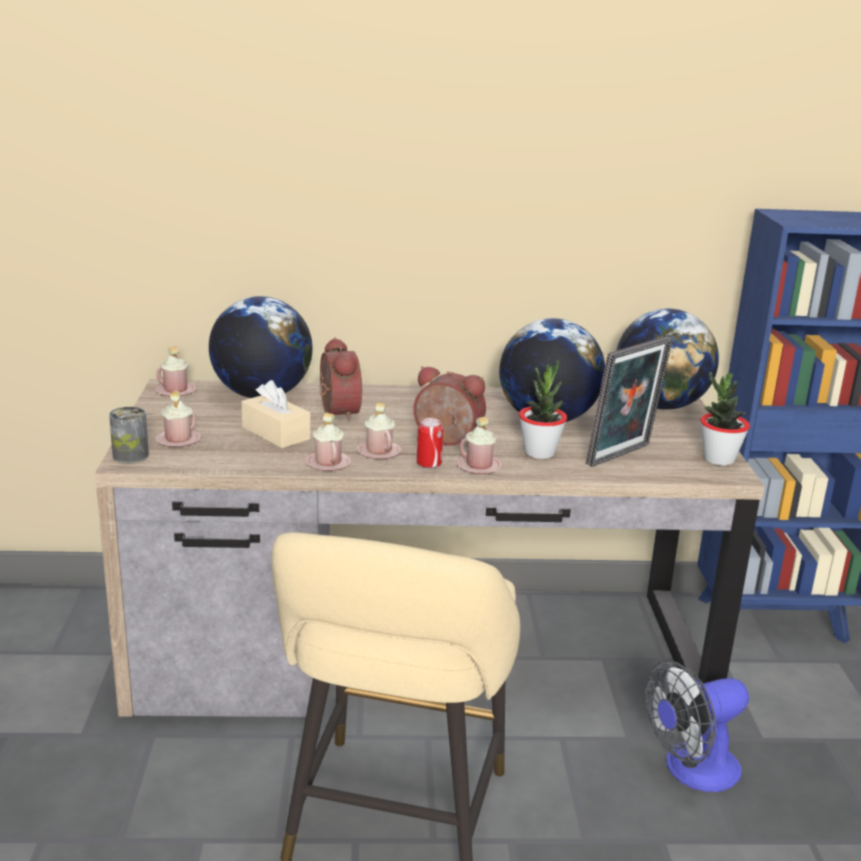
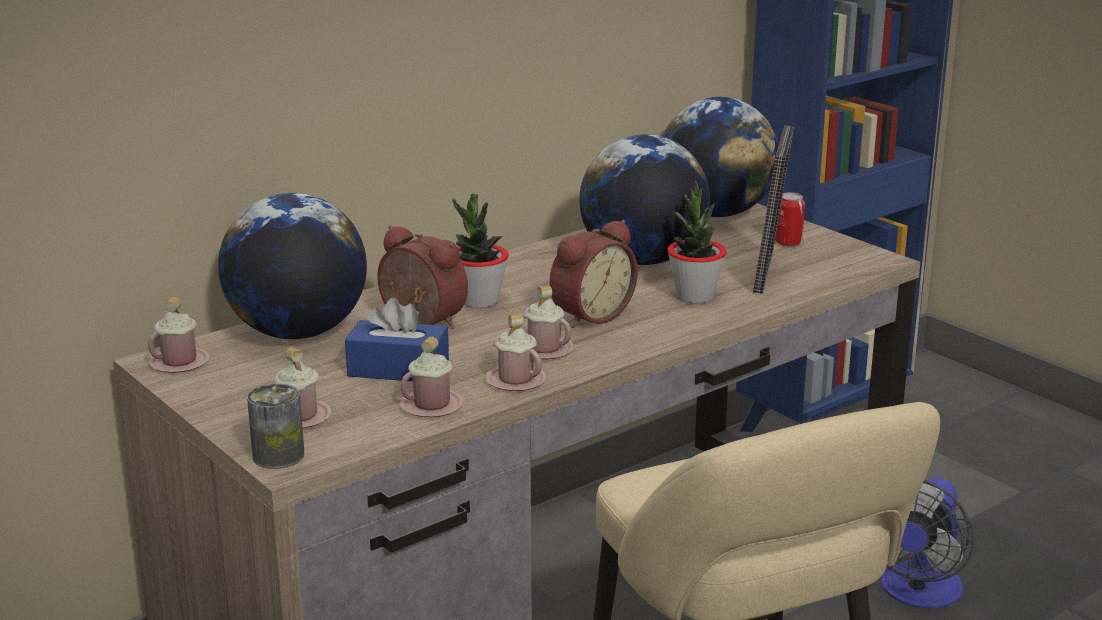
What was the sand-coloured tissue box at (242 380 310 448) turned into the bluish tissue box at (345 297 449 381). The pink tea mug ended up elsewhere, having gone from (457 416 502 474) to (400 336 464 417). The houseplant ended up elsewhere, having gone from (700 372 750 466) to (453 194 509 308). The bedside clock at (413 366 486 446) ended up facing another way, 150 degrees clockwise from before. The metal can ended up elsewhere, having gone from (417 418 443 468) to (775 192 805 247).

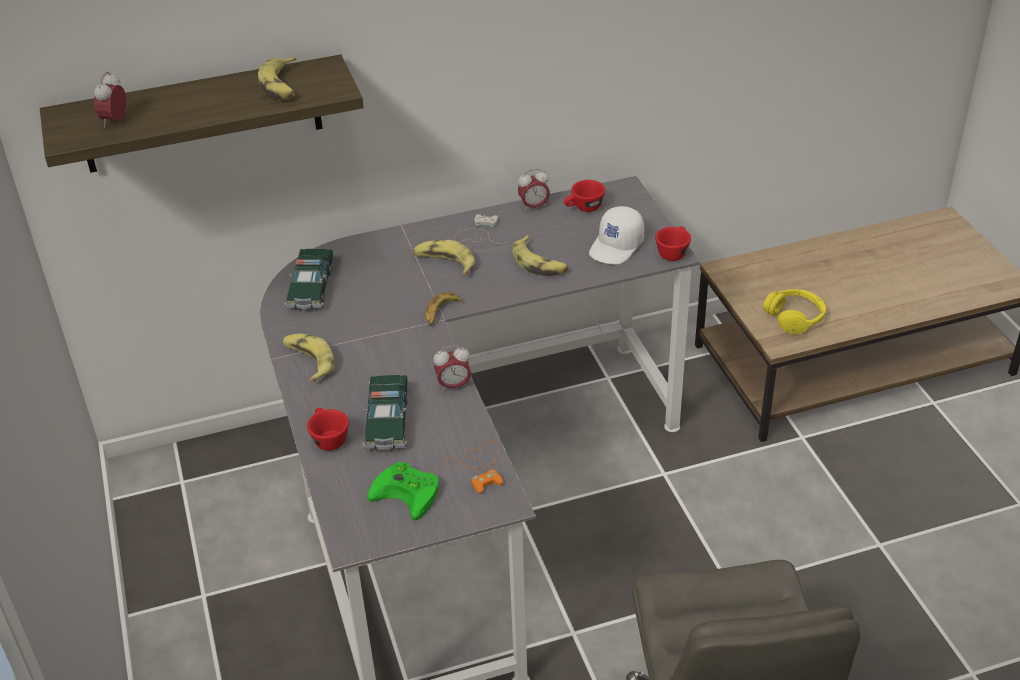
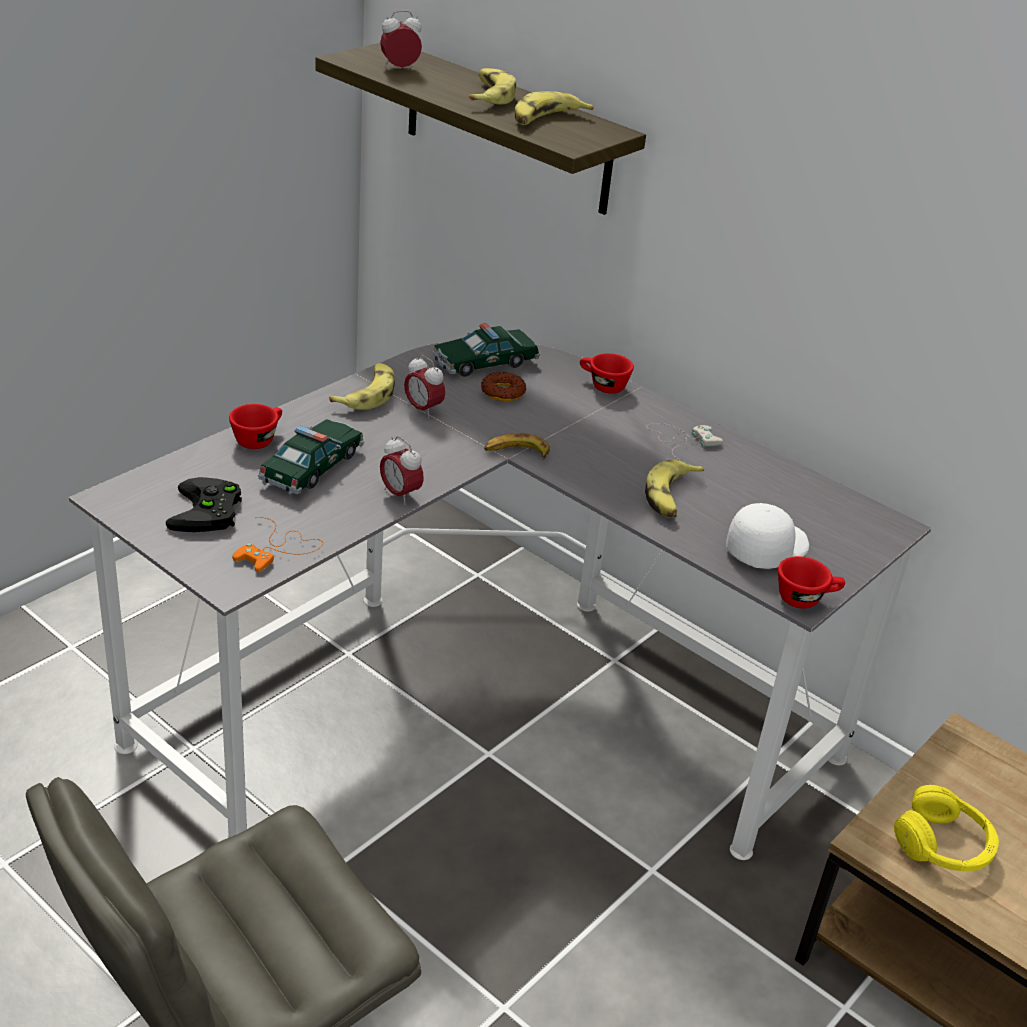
What was the green-coloured gamepad at (367 462 439 520) turned into the black-coloured gamepad at (166 477 242 532). The toy car at (363 375 410 450) ended up facing another way, 150 degrees clockwise from before. The bedside clock ended up elsewhere, having gone from (518 169 550 212) to (404 355 445 418). The whole banana ended up elsewhere, having gone from (413 240 475 275) to (468 68 516 104). The second view gained the ring doughnut at (481 372 526 401). The red drinking cup ended up elsewhere, having gone from (564 180 605 212) to (580 353 634 394). The whitish cap at (589 206 644 264) ended up facing another way, 135 degrees clockwise from before.

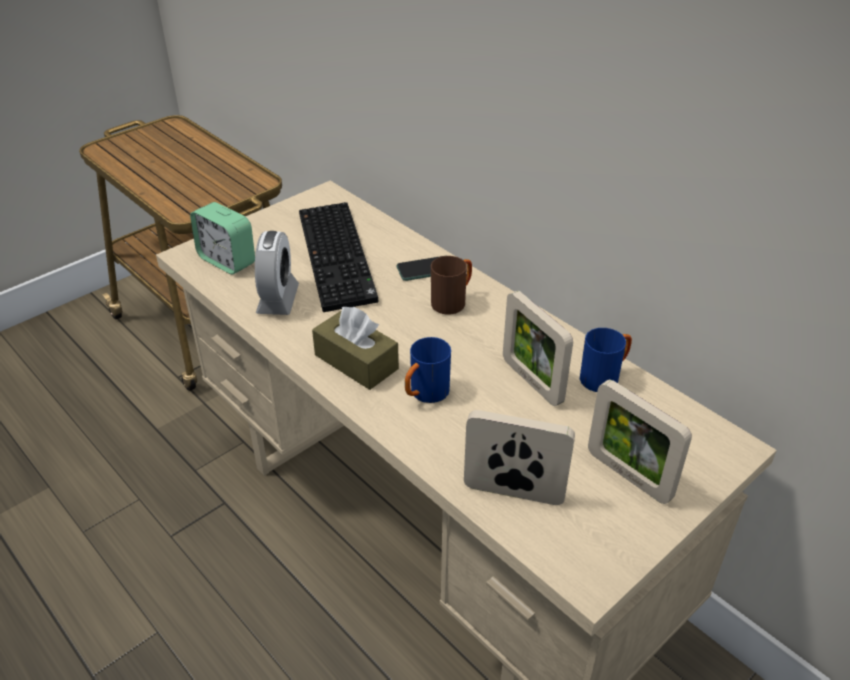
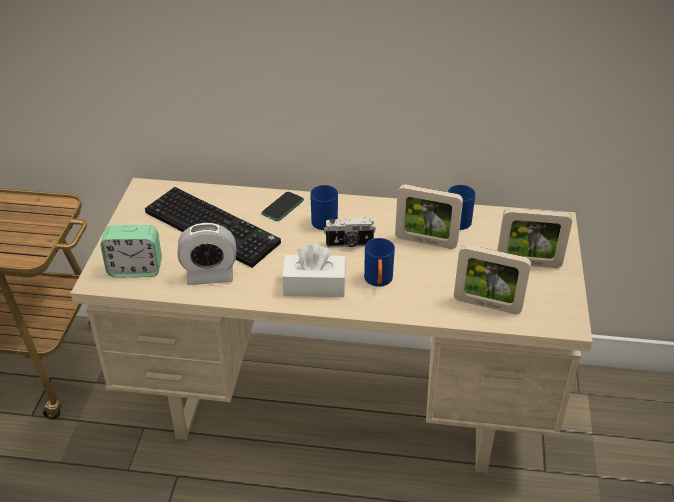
The bedside clock at (255 231 299 315) ended up facing another way, 120 degrees clockwise from before. What was the brown-coloured tissue box at (312 307 399 390) turned into the whitish tissue box at (282 244 346 297). What was the brown-coloured tea mug at (431 256 472 315) turned into the bluish tea mug at (310 184 338 230). The second view gained the photo camera at (324 217 376 247). The standing frame at (464 410 575 505) ended up facing another way, 135 degrees counterclockwise from before.

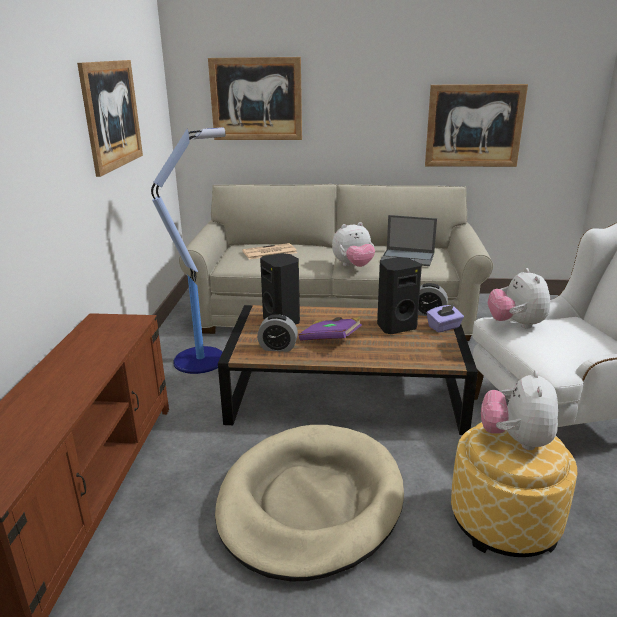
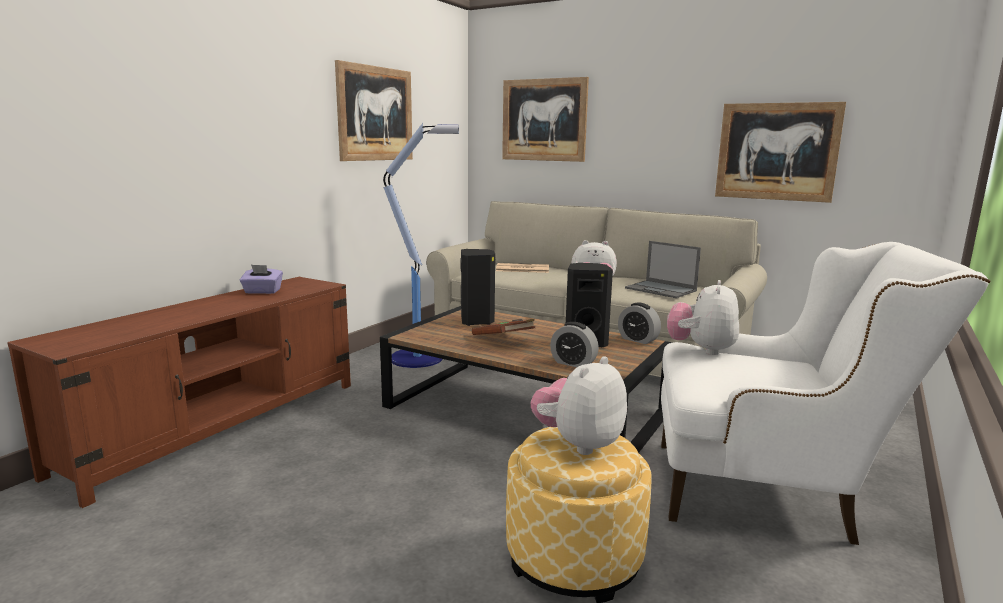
The purple-coloured tissue box ended up elsewhere, having gone from (427 305 464 333) to (240 265 283 294). What was the purple-coloured volume at (298 317 362 341) turned into the brown-coloured volume at (472 319 535 335). The bedside clock ended up elsewhere, having gone from (257 314 298 352) to (550 322 599 367). The second view lost the sand-coloured dog cushion at (215 425 404 582).

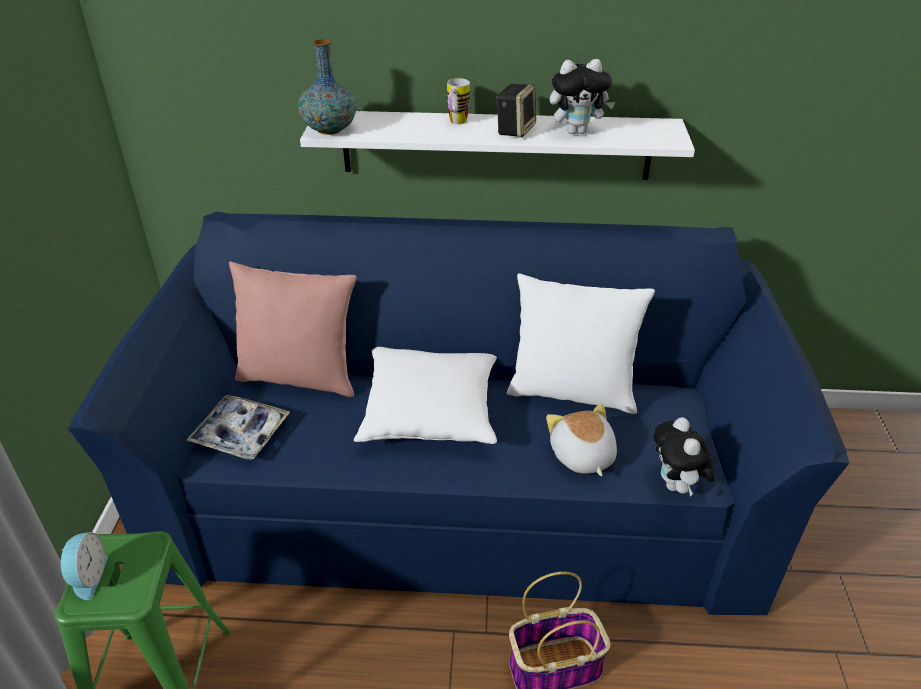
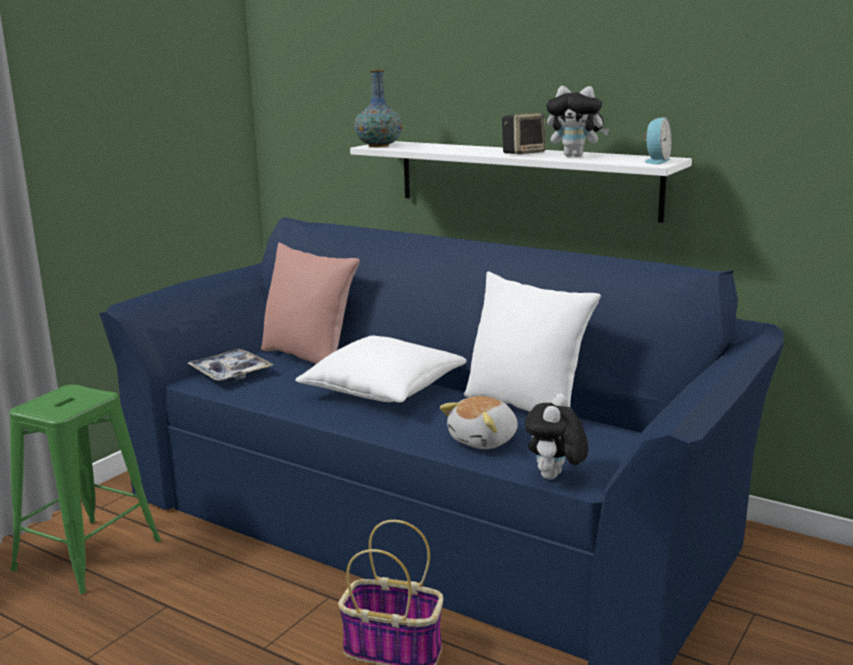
The cuddly toy at (546 404 617 476) ended up facing another way, 150 degrees counterclockwise from before. The bedside clock ended up elsewhere, having gone from (60 532 108 600) to (644 117 672 164). The second view lost the tea mug at (447 78 470 124).

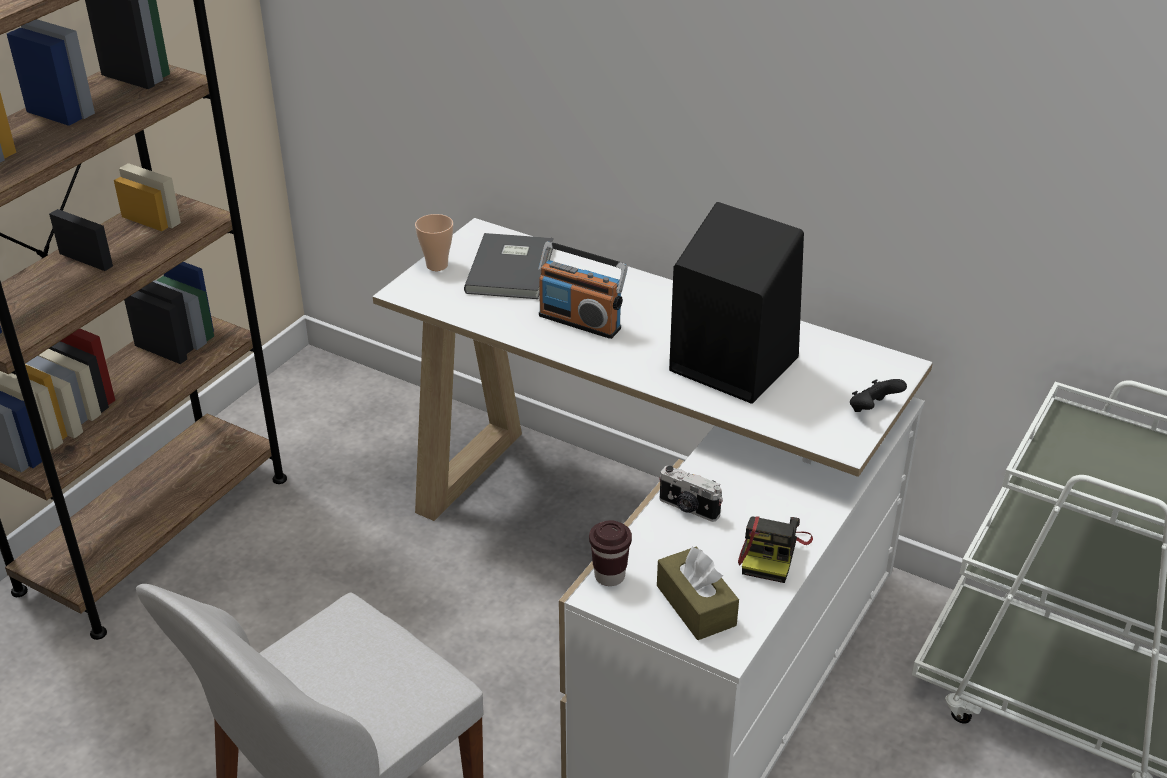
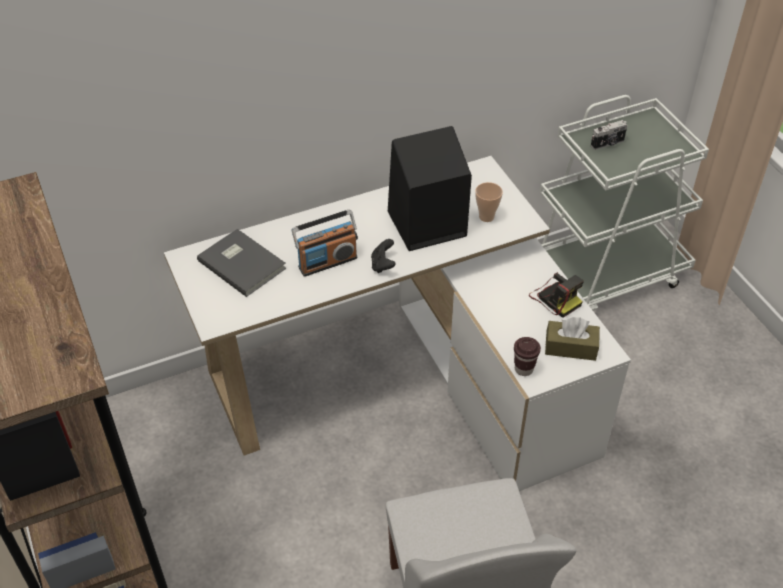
The black-coloured gamepad ended up elsewhere, having gone from (850 379 907 412) to (371 239 396 273). The drinking cup ended up elsewhere, having gone from (415 214 453 271) to (475 182 503 222). The photo camera ended up elsewhere, having gone from (659 466 723 522) to (591 120 627 150).

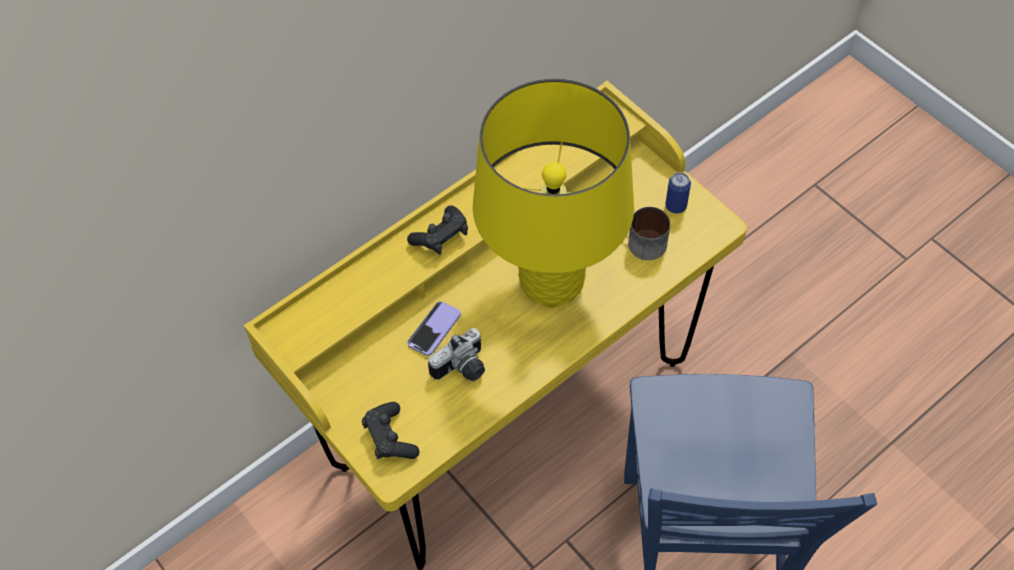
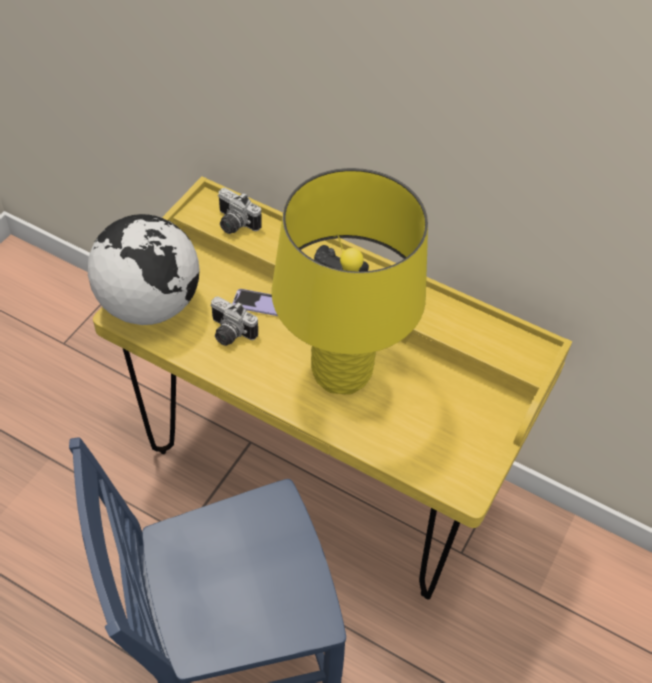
Where the black-coloured gamepad stood at (362 402 419 459), the world globe came to stand at (88 214 200 325). The second view gained the photo camera at (218 188 262 234). The second view lost the tea mug at (628 207 670 260). The second view lost the metal can at (665 172 691 214).

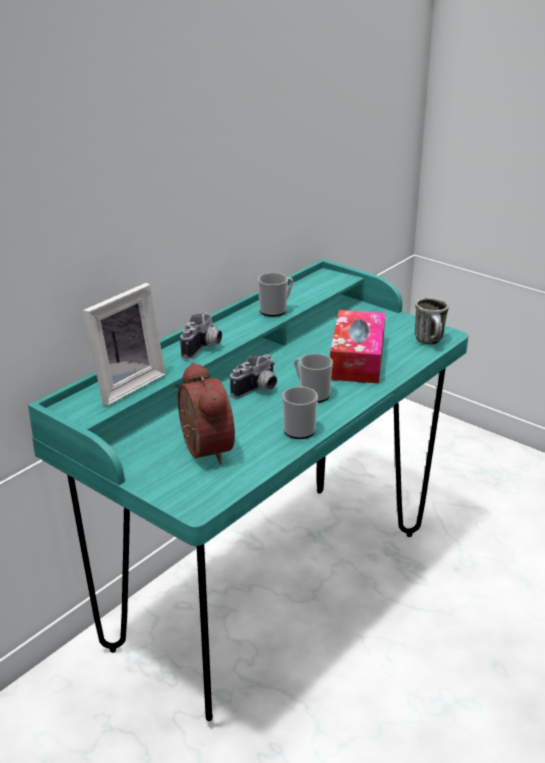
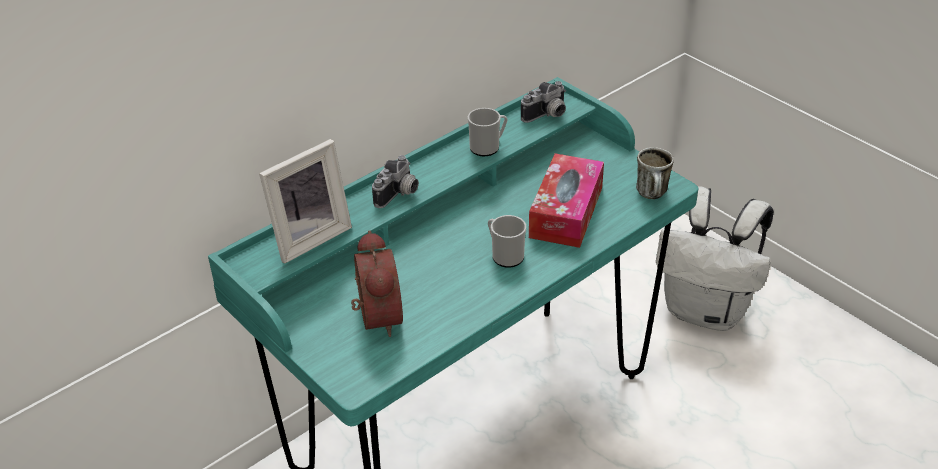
The photo camera ended up elsewhere, having gone from (230 354 277 398) to (521 81 566 123). The second view gained the whitish backpack at (656 186 774 331). The second view lost the tea mug at (282 386 318 439).

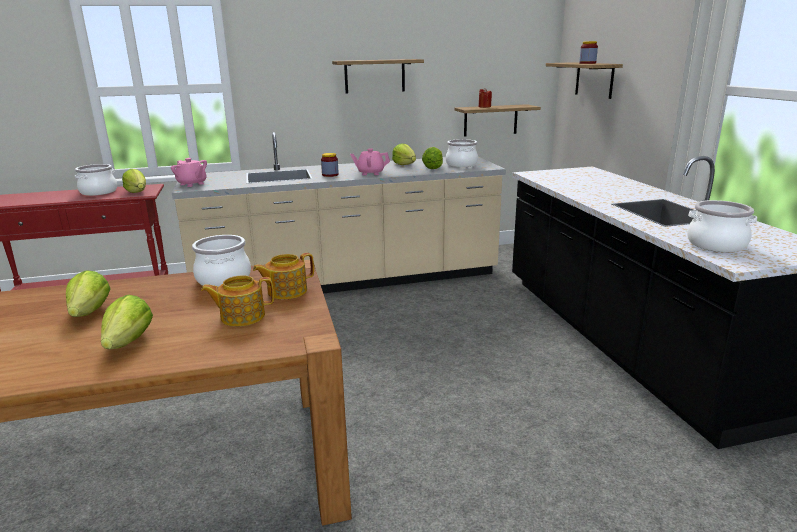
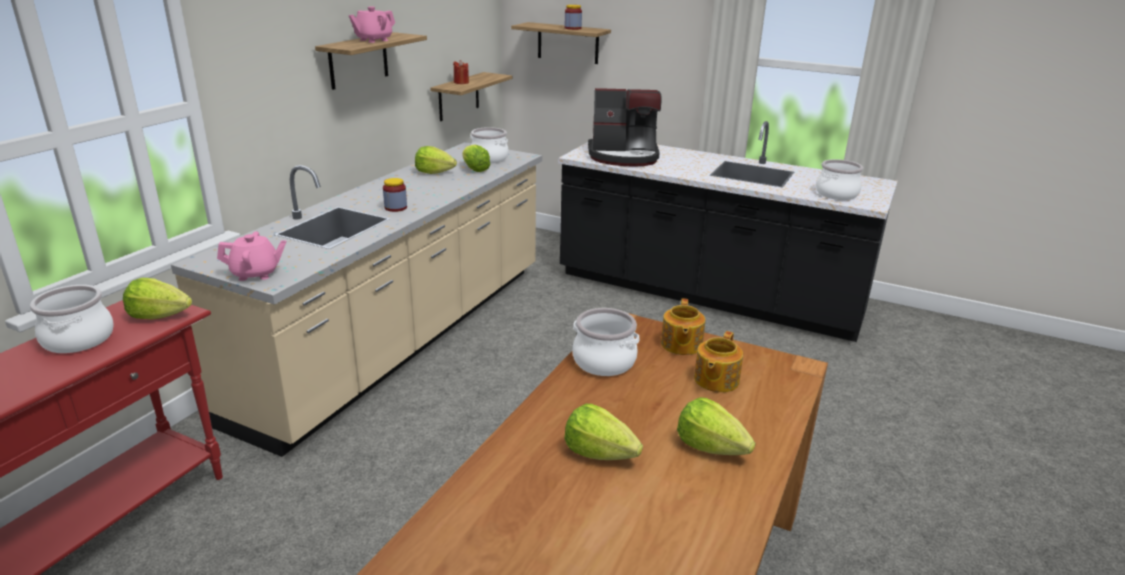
The pink tea pot ended up elsewhere, having gone from (350 148 390 175) to (349 6 395 43). The second view gained the coffee machine at (588 88 662 166).

